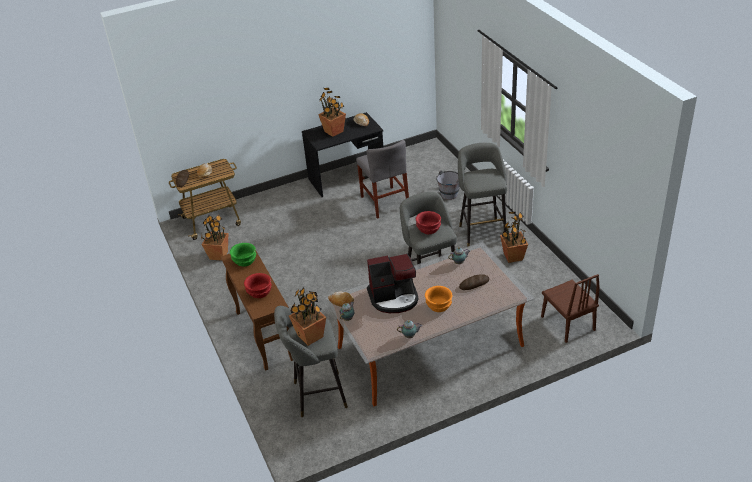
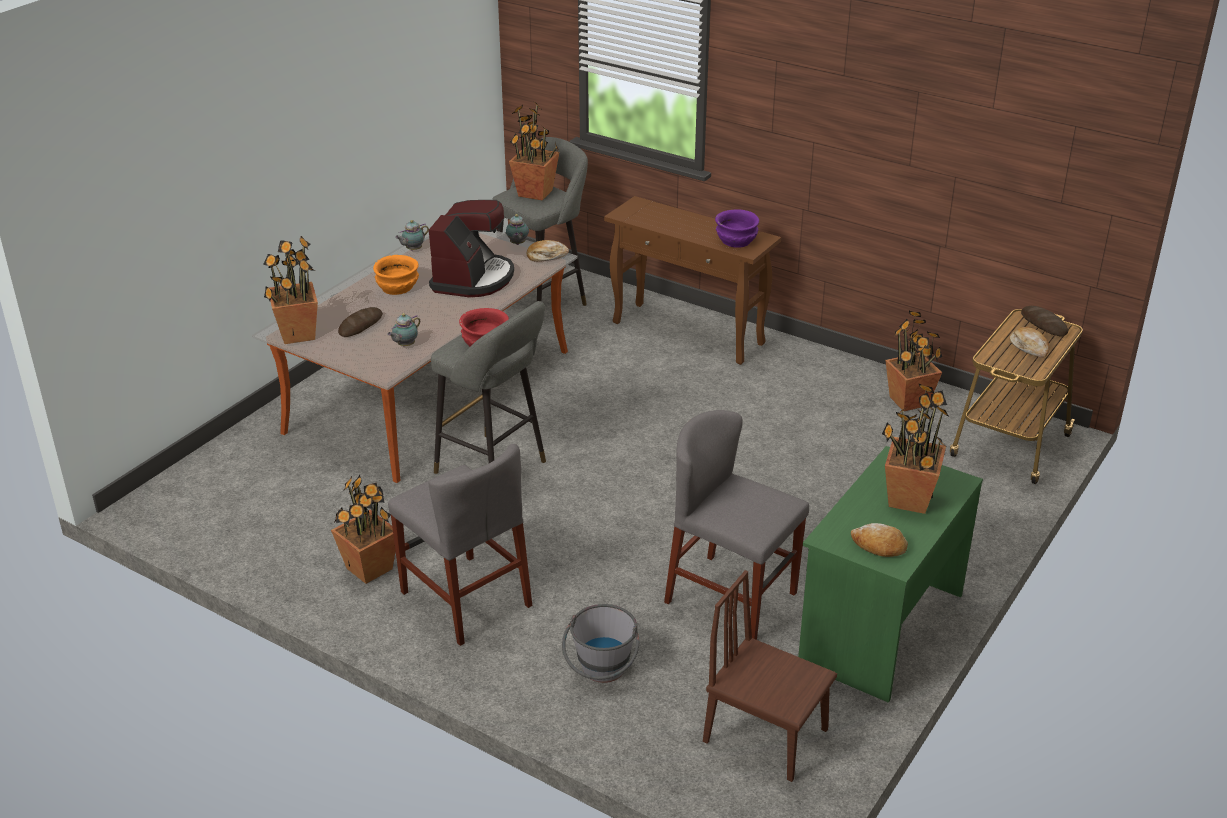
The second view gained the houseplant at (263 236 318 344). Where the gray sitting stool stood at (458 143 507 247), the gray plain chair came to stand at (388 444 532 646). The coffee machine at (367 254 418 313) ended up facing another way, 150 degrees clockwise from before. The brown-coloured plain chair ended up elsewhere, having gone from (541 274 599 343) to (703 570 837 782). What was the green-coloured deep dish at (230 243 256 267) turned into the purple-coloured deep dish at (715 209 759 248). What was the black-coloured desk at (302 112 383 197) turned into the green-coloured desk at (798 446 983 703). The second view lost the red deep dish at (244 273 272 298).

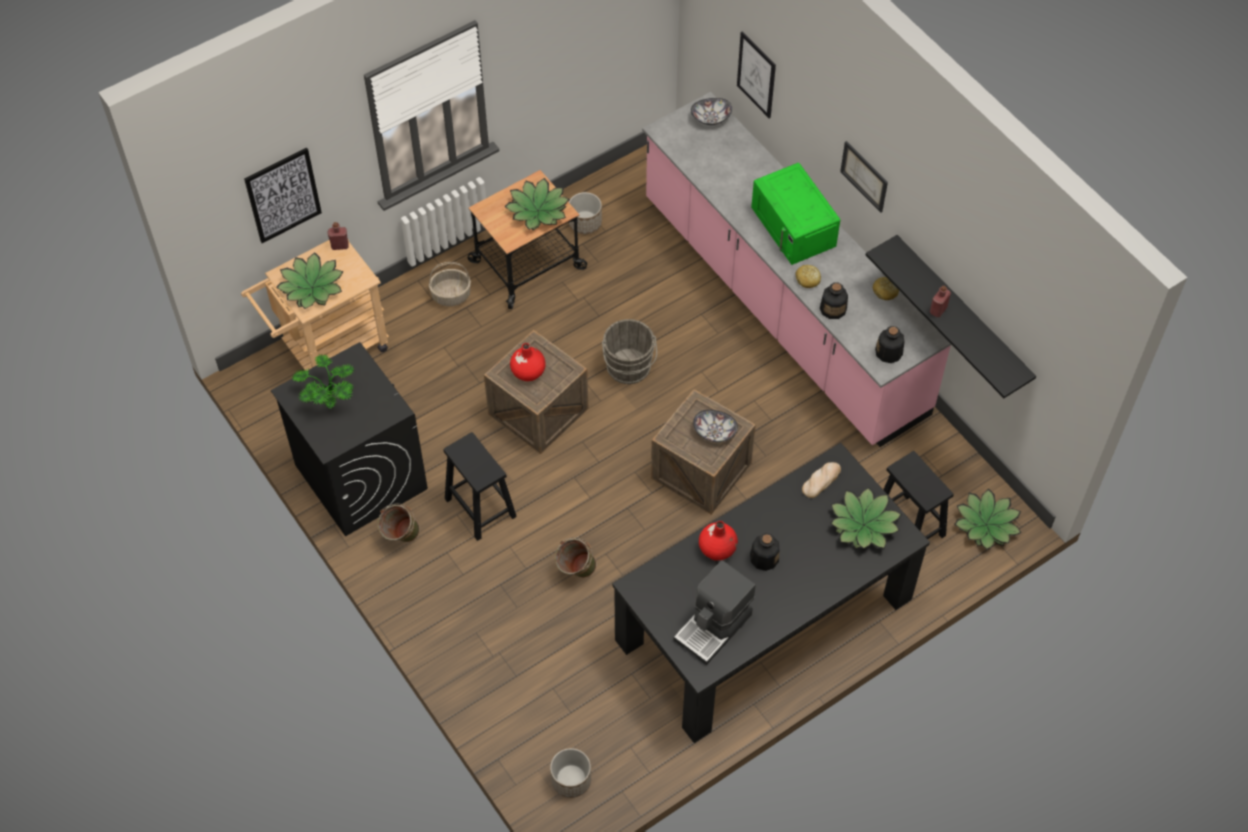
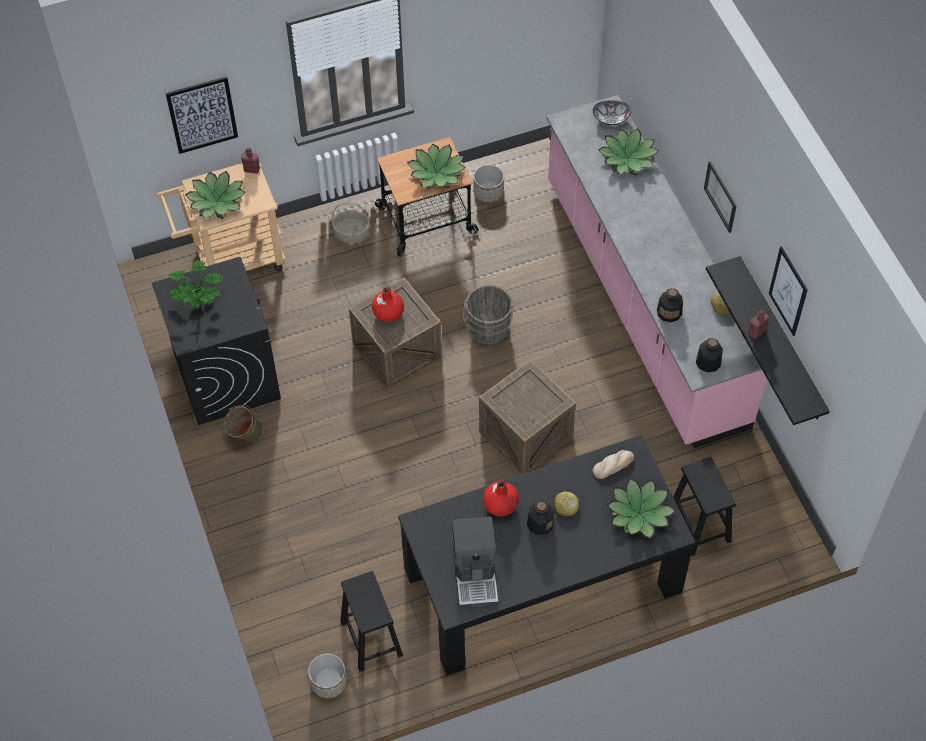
The black-coloured sitting stool ended up elsewhere, having gone from (443 432 517 541) to (340 571 403 672). The coffee machine at (673 560 756 665) ended up facing another way, 60 degrees counterclockwise from before. The bakery bread ended up elsewhere, having gone from (795 265 821 288) to (554 491 579 516). The houseplant ended up elsewhere, having gone from (954 489 1021 550) to (598 129 659 175). The picture ended up elsewhere, having gone from (737 32 776 119) to (769 246 808 336). The second view lost the green-coloured bucket at (555 537 597 578). The second view lost the deep dish at (693 410 738 442). The second view lost the green-coloured microwave oven at (751 163 840 265).

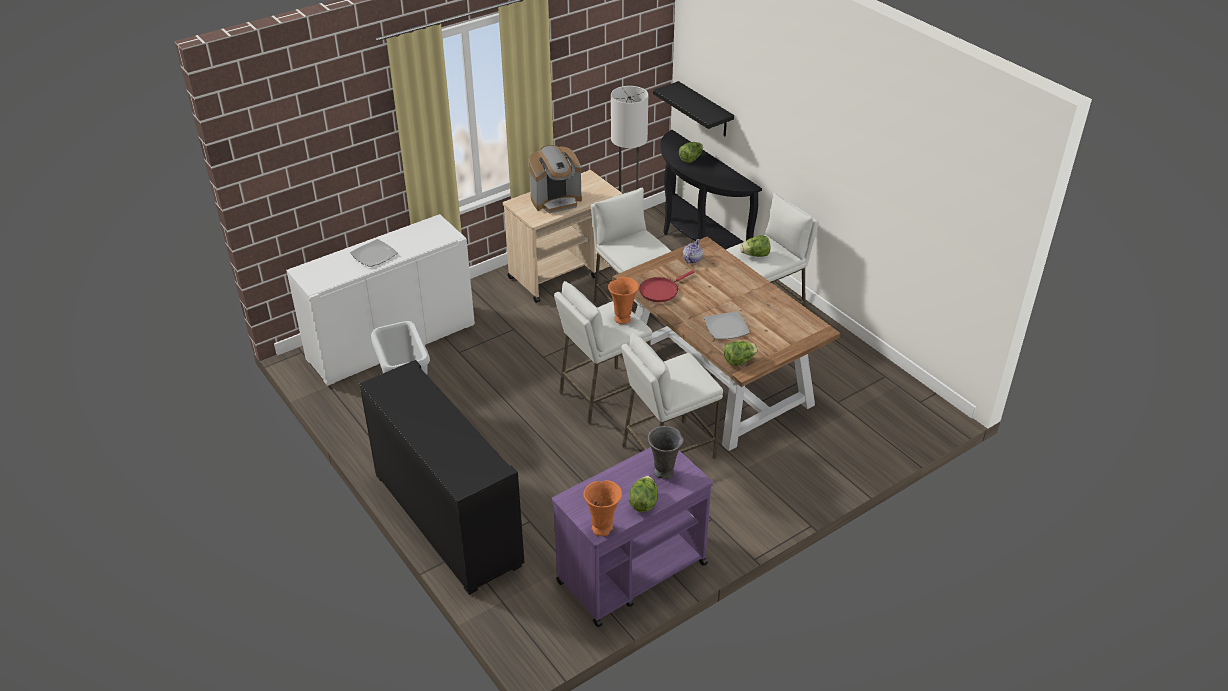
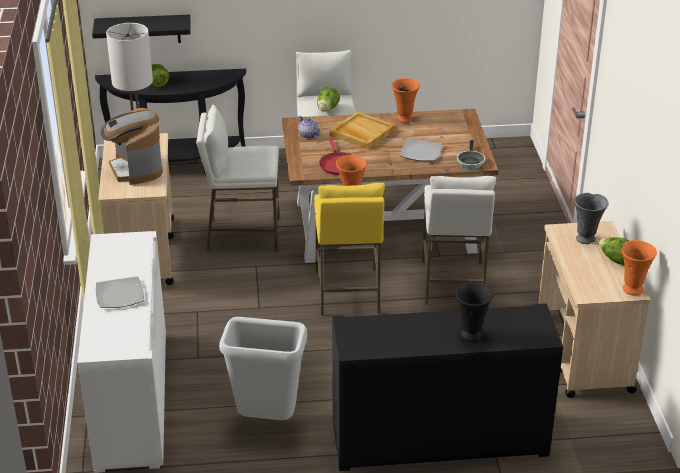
The coffee machine at (528 145 582 213) ended up facing another way, 150 degrees clockwise from before. What was the whitish sitting stool at (554 281 652 424) turned into the yellow sitting stool at (314 183 385 315). The second view gained the sand-coloured carrying tray at (330 111 395 150). The second view gained the orange-coloured flower vase at (391 78 420 123). The second view gained the black-coloured flower vase at (456 282 493 341). Where the lettuce head stood at (724 341 758 366), the pan came to stand at (457 140 485 169). What was the purple-coloured trolley at (552 447 713 627) turned into the sand-coloured trolley at (538 221 651 398).

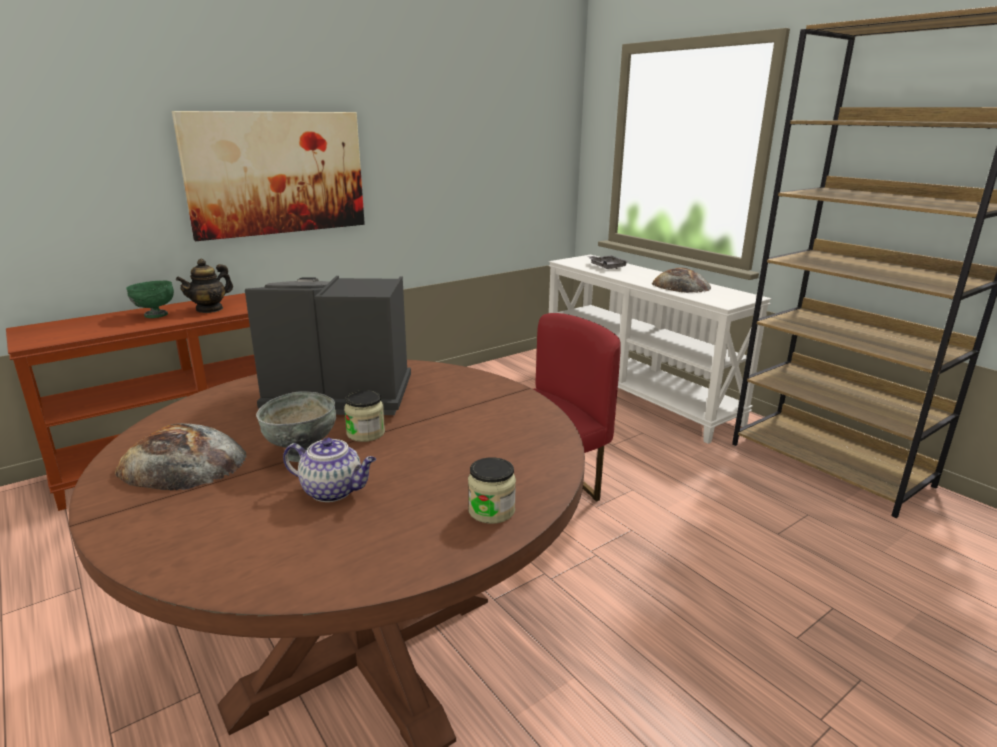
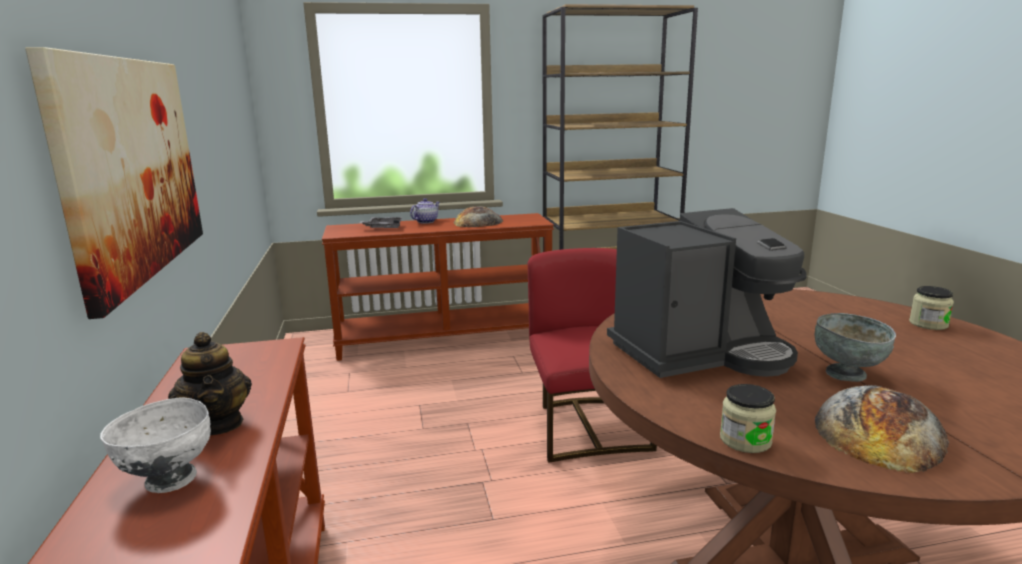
What was the green-coloured deep dish at (126 281 174 318) turned into the whitish deep dish at (100 397 211 493). What was the whitish console table at (549 255 771 444) turned into the brown-coloured console table at (322 213 554 361). The tea pot ended up elsewhere, having gone from (283 438 376 502) to (410 198 440 224). The coffee machine at (245 276 411 415) ended up facing another way, 135 degrees counterclockwise from before. The preserve jar ended up elsewhere, having gone from (344 390 385 442) to (720 384 776 453).

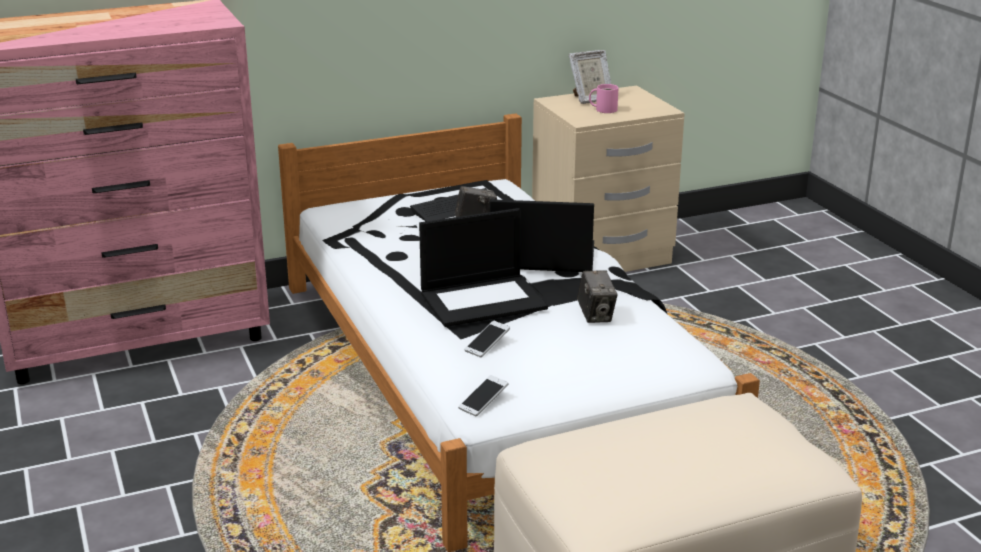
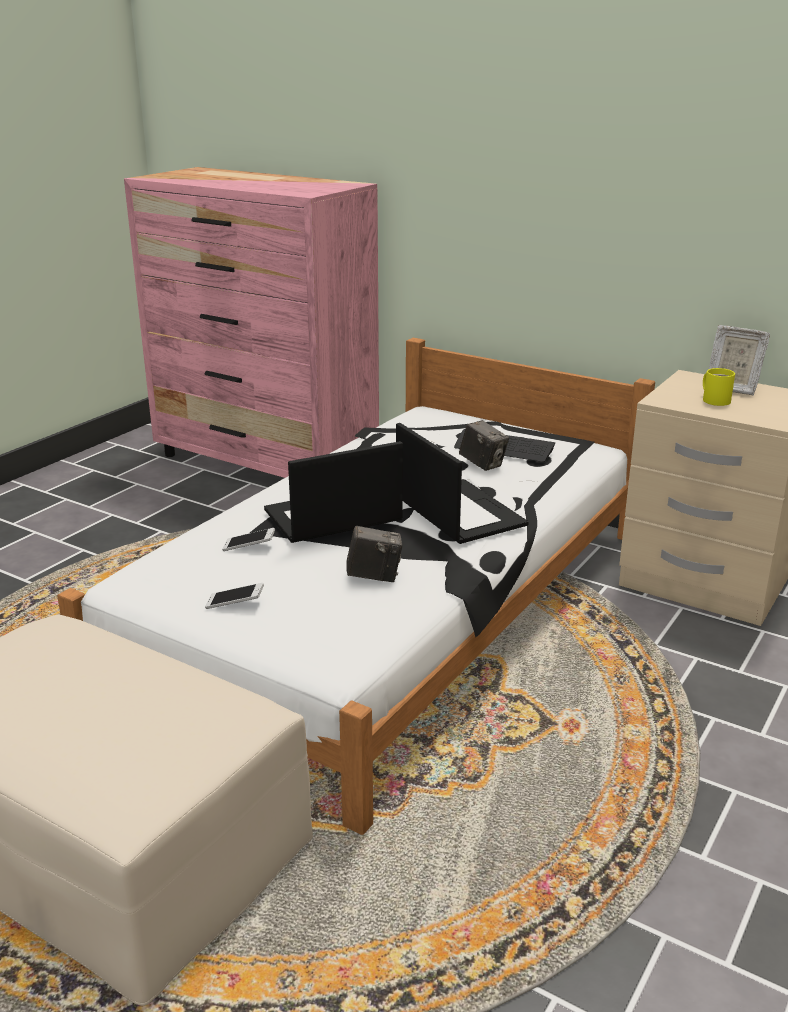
The phone ended up elsewhere, having gone from (458 375 508 417) to (205 583 264 609). The laptop at (419 208 548 327) ended up facing another way, 120 degrees clockwise from before. The photo camera at (577 270 618 323) ended up facing another way, 135 degrees counterclockwise from before. What was the pink tea mug at (589 84 618 113) turned into the yellow tea mug at (703 368 735 406).

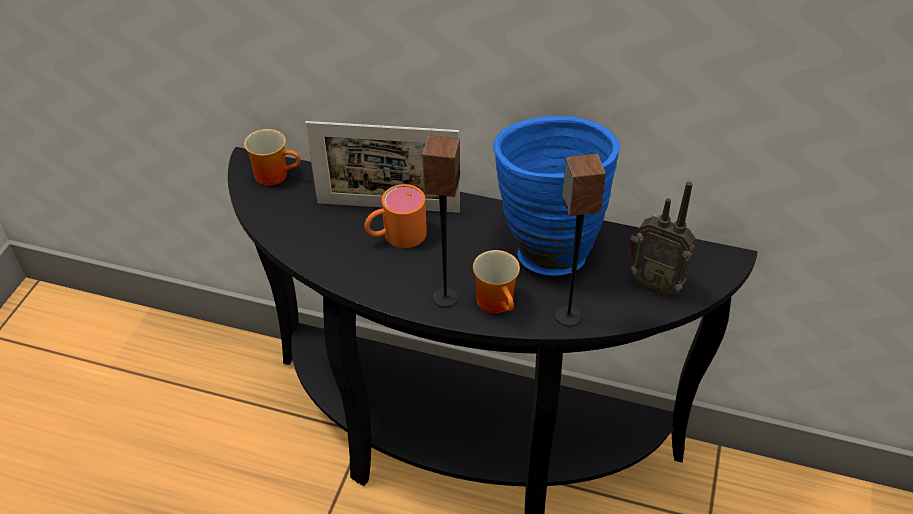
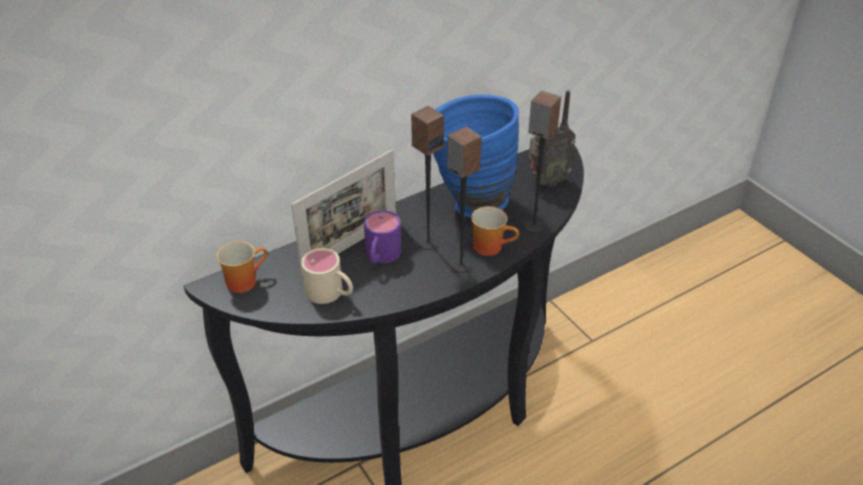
The second view gained the sand-coloured tea mug at (301 248 353 304). What was the orange-coloured tea mug at (364 184 427 248) turned into the purple-coloured tea mug at (364 210 401 264). The second view gained the speaker at (411 106 444 250).

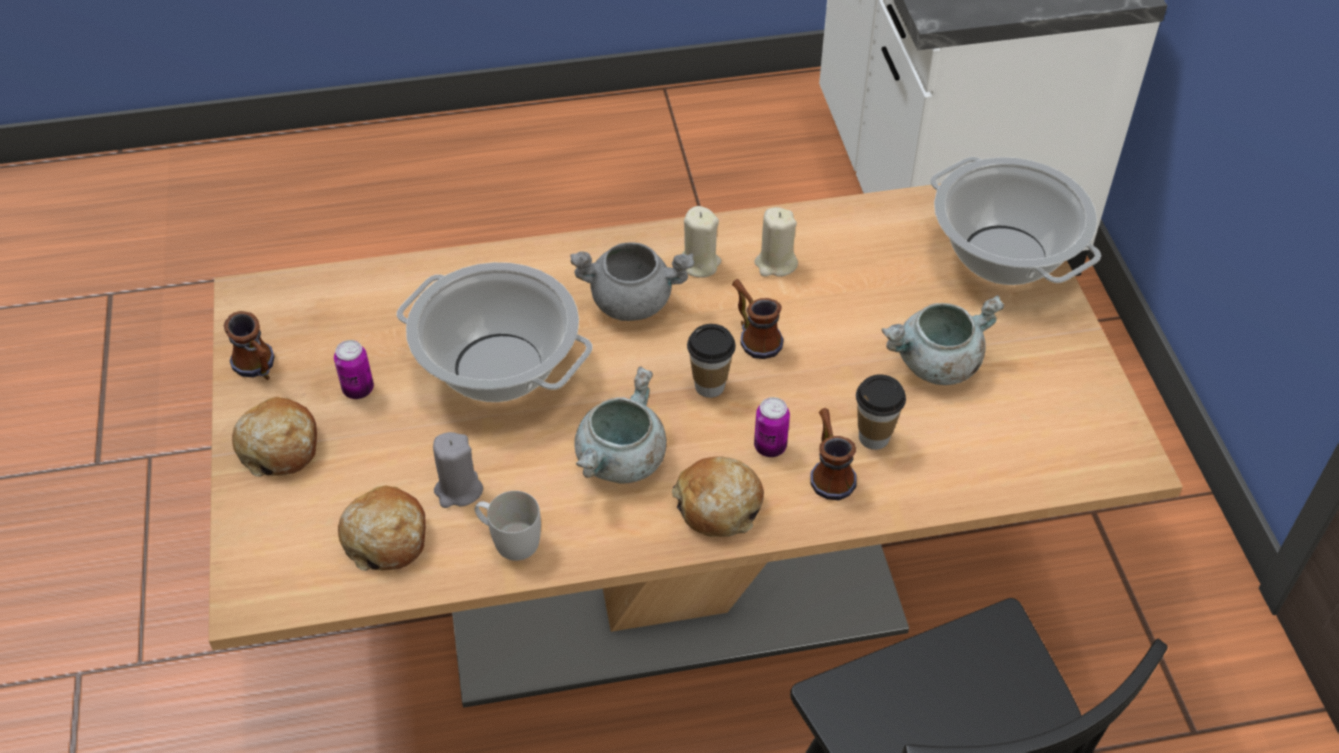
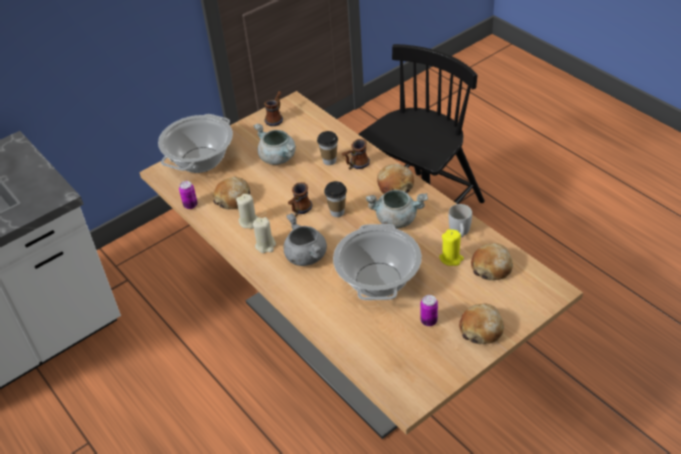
The metal can ended up elsewhere, having gone from (754 397 790 457) to (179 181 198 209). The second view gained the bakery bread at (213 177 250 209). The tea mug ended up elsewhere, having gone from (223 311 275 380) to (264 91 283 126). What was the gray candle at (433 432 483 508) turned into the yellow candle at (439 229 464 266).

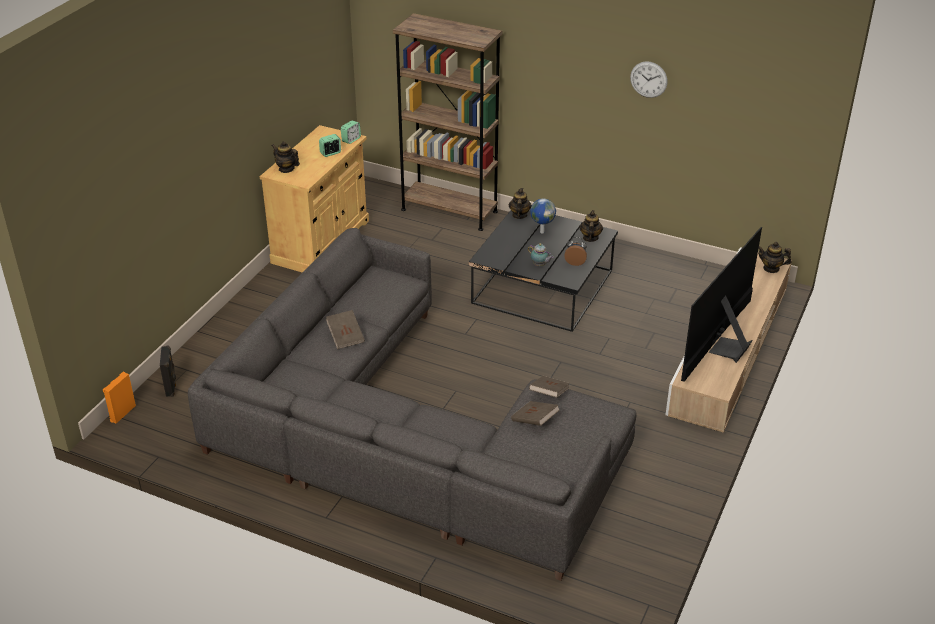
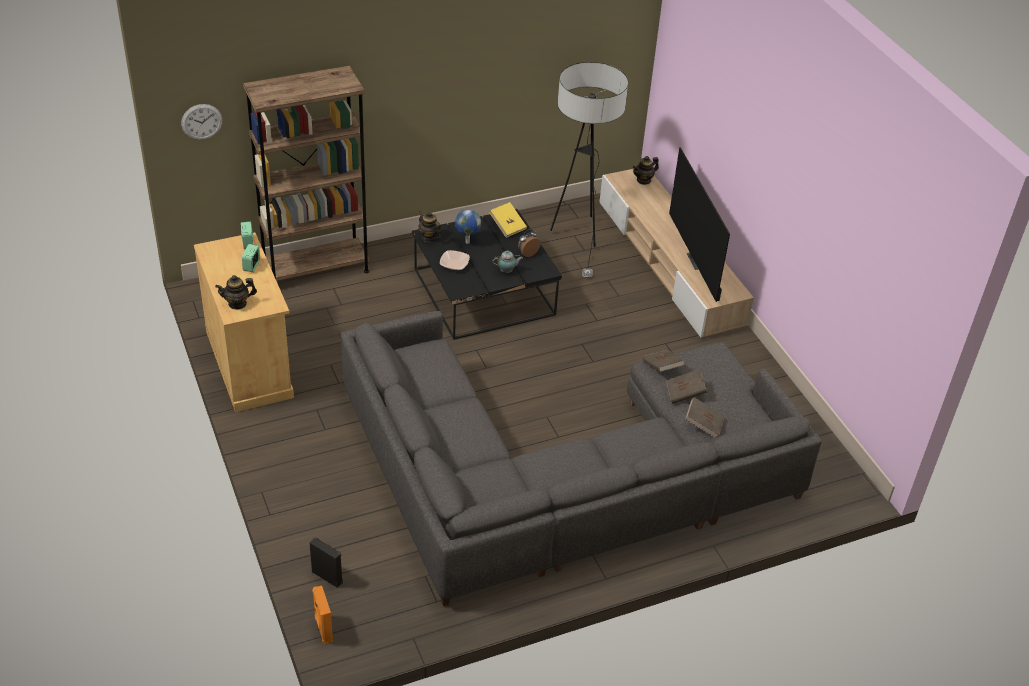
The wall clock ended up elsewhere, having gone from (630 61 668 98) to (181 104 222 140). The second view gained the deep dish at (440 250 470 270). Where the tea pot stood at (580 210 603 242), the yellow volume came to stand at (490 202 527 238). The second view gained the standard lamp at (550 62 628 277). The brown-coloured volume ended up elsewhere, having gone from (326 310 365 349) to (685 397 725 438).

